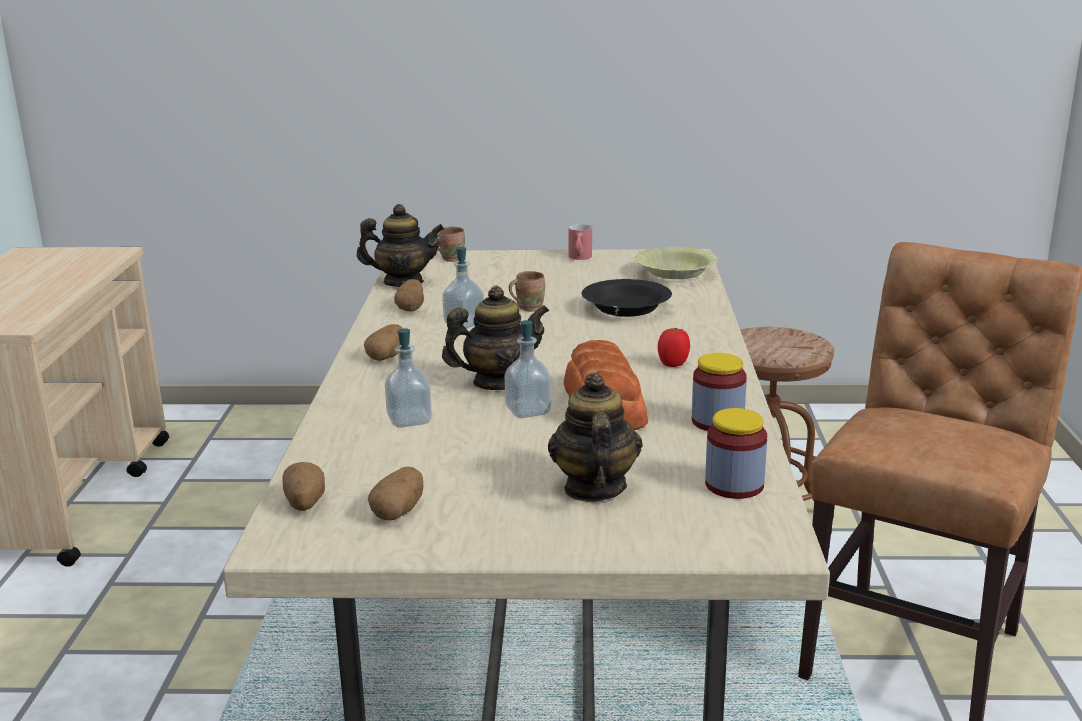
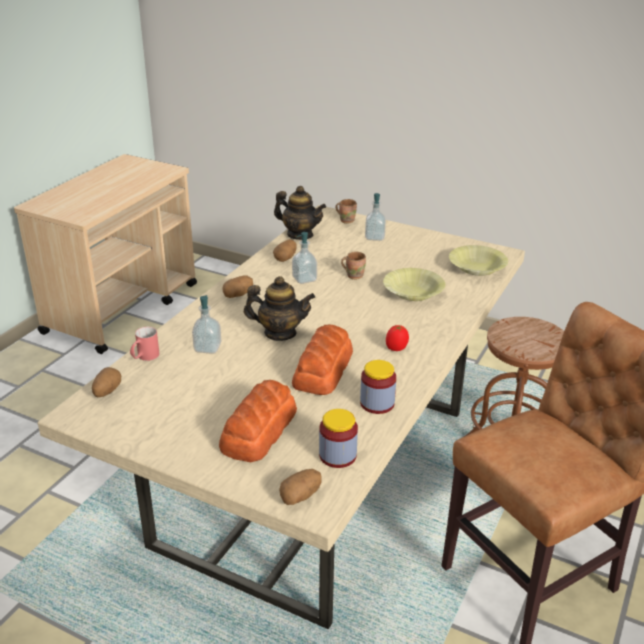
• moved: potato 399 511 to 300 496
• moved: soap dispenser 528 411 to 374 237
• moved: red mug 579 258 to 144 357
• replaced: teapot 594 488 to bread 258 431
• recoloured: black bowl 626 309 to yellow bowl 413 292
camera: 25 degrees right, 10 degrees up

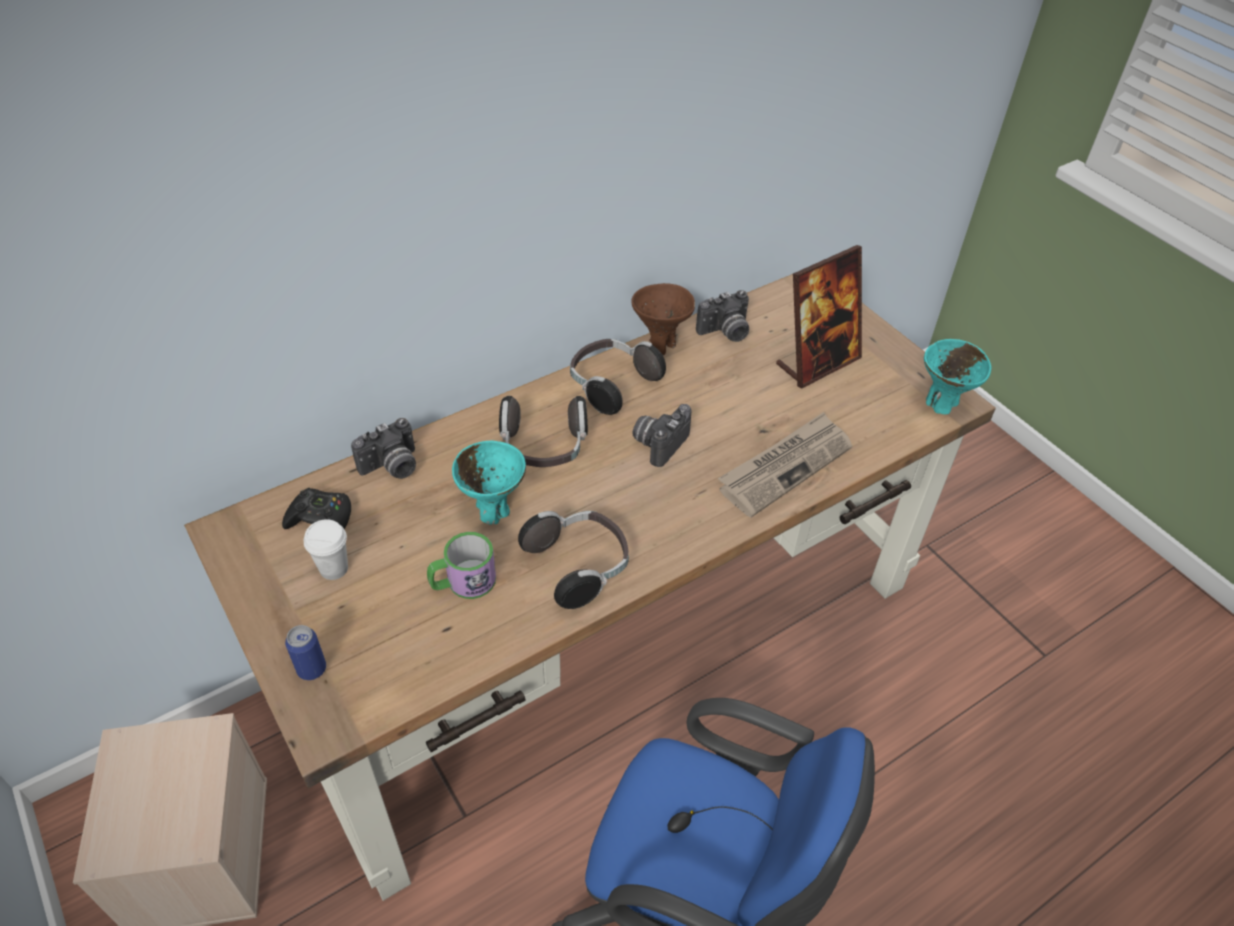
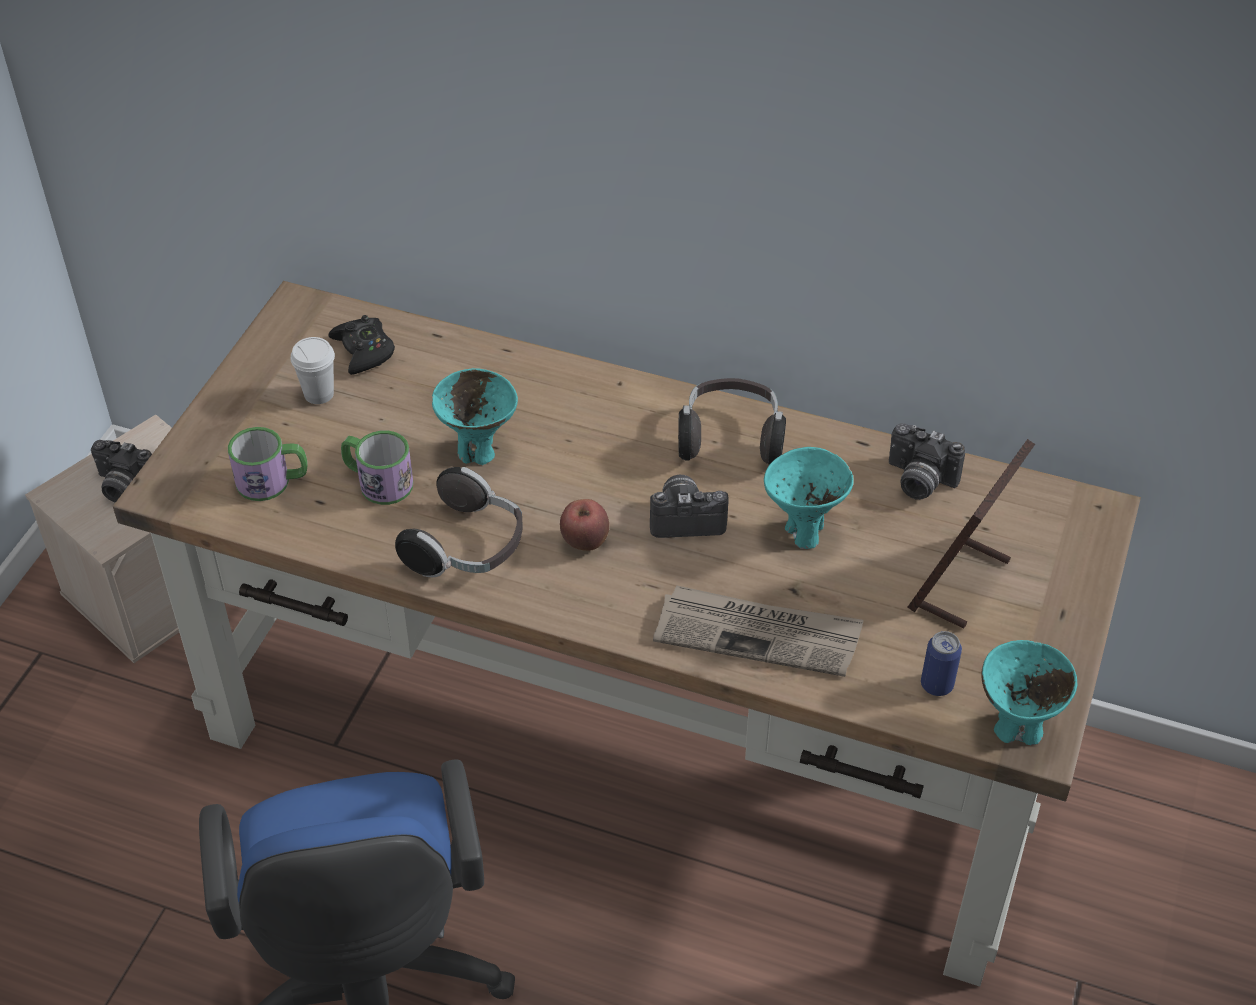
• removed: headphones 544 448
• removed: brown bowl 660 345
• added: mug 273 481
• added: apple 585 542
• added: turquoise bowl 804 531
• moved: can 312 669 to 936 685
• moved: photo camera 392 467 to 123 487
• turned: picture frame 817 362 = 959 583 105 degrees clockwise
camera: 55 degrees right, 0 degrees up

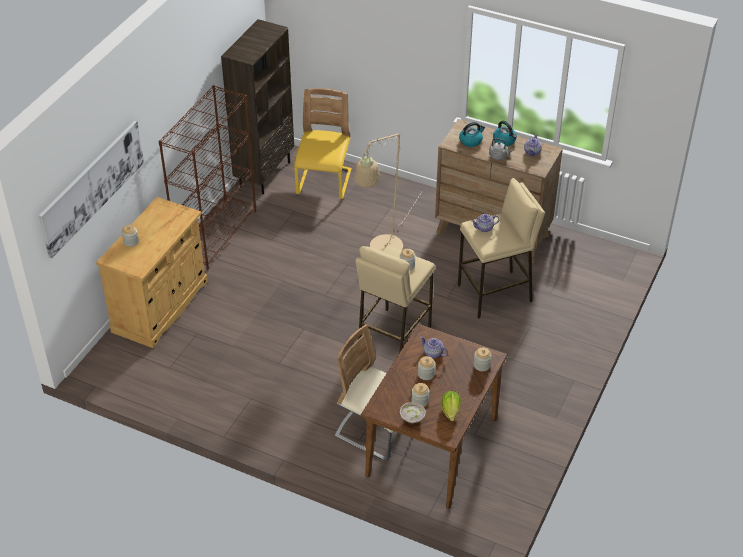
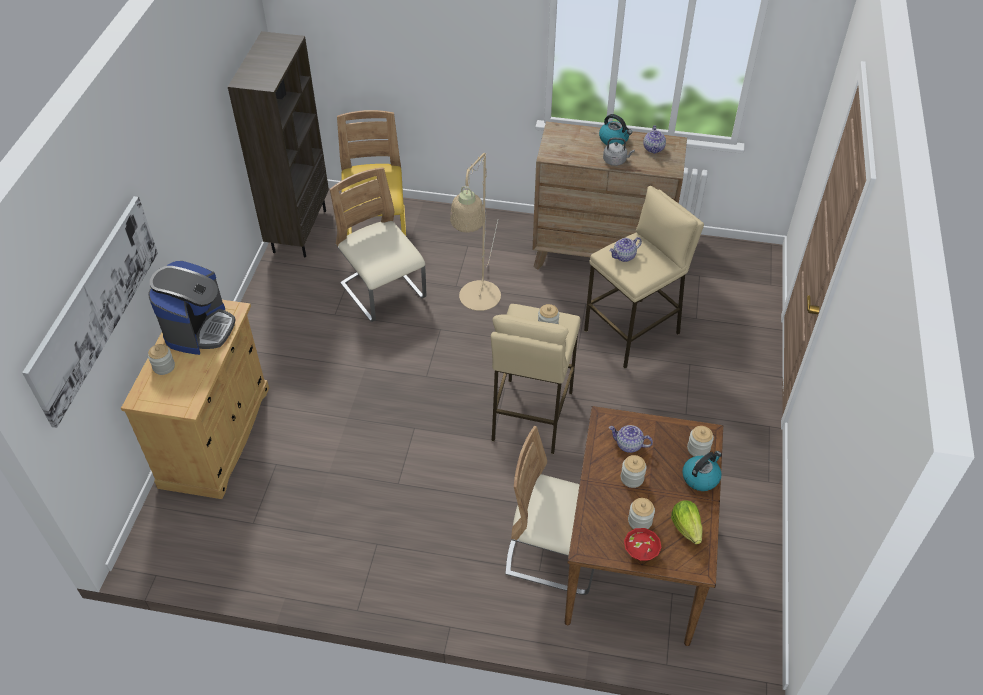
• removed: brown bookcase 216 234
• added: coffee machine 199 329
• added: beige chair 383 292
• moved: kettle 471 141 to 700 477
• recoloured: white bowl 412 420 to red bowl 641 553
camera: 15 degrees left, 5 degrees up

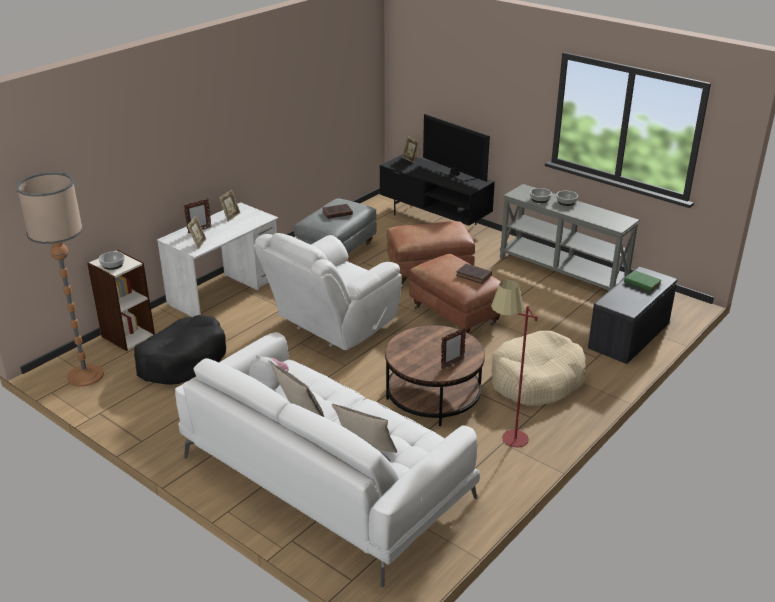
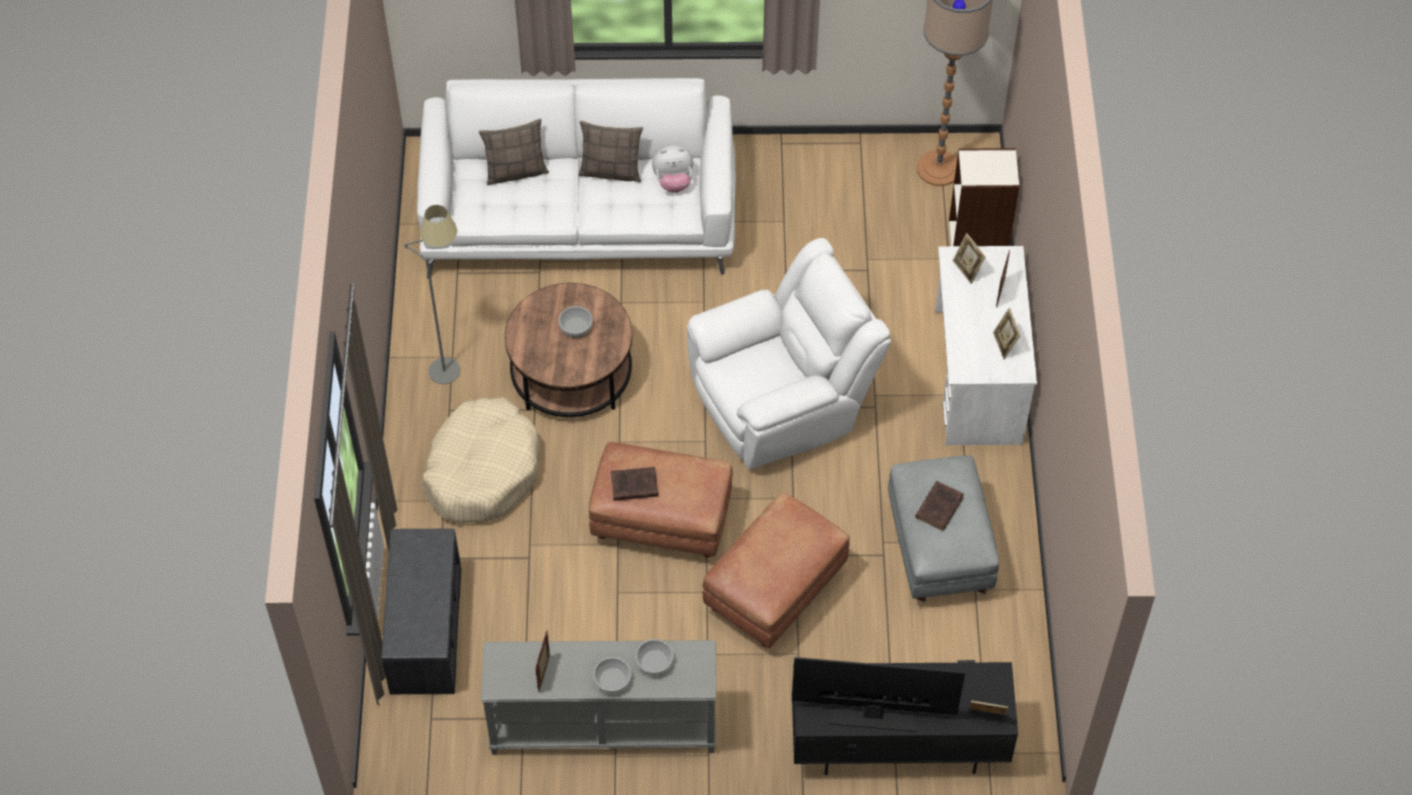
• removed: black dog bed 183 360
• removed: green book 641 282
• moved: bowl 112 265 to 575 326
• moved: picture frame 452 364 to 544 673
• recoloured: red floor lamp 505 442 to grey floor lamp 449 359
• turned: white armchair 331 327 = 782 402 60 degrees clockwise
camera: 140 degrees right, 25 degrees up

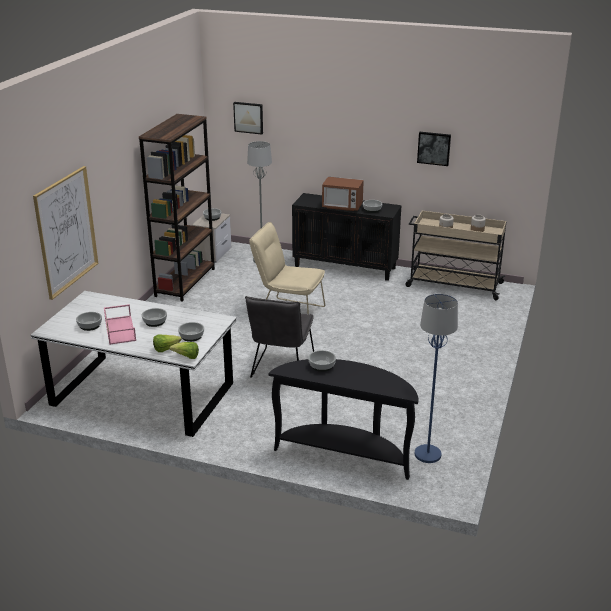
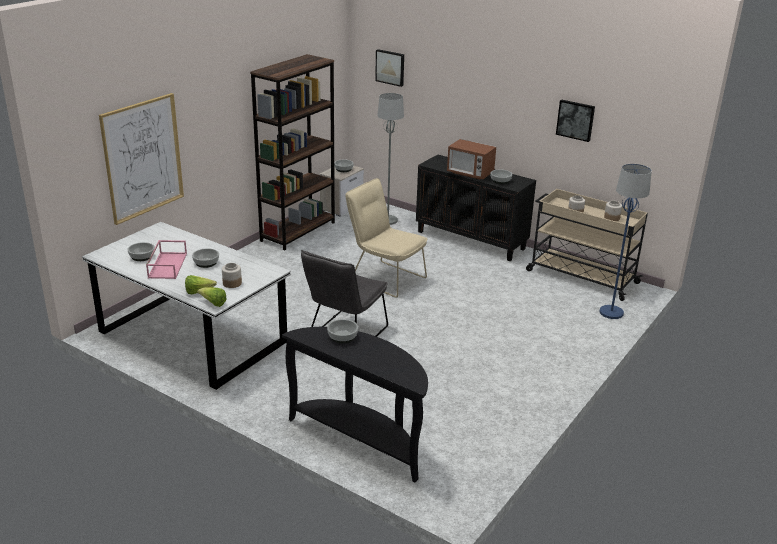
• moved: blue floor lamp 428 454 to 611 313
• replaced: bowl 191 336 to jar 232 283
camera: 15 degrees right, 0 degrees up

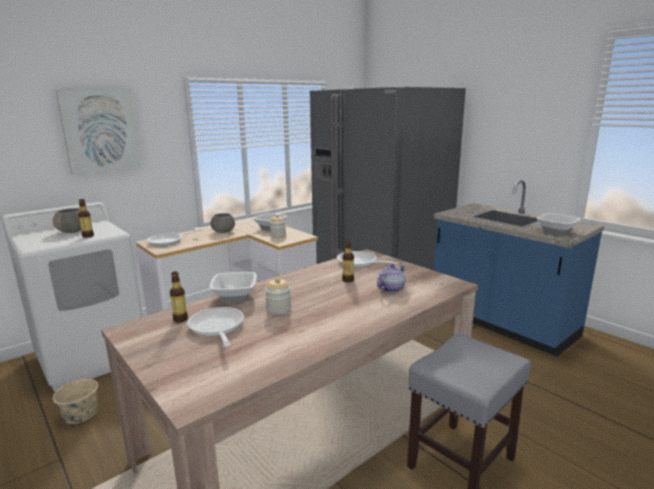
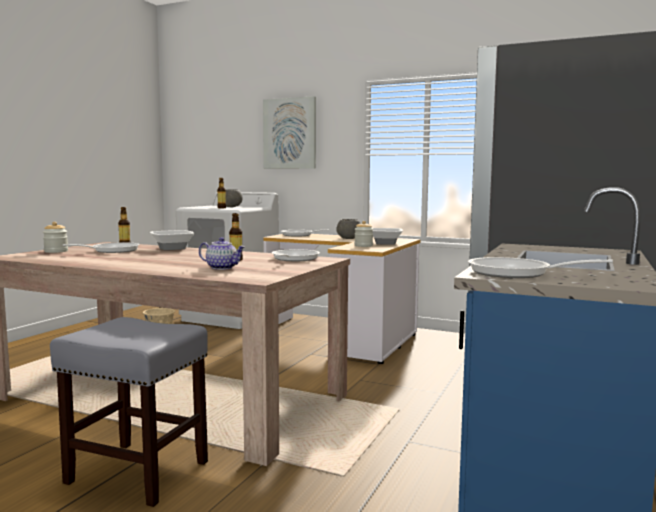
• moved: jar 278 309 to 56 251
• replaced: bowl 557 232 to frying pan 516 273
camera: 65 degrees right, 10 degrees down

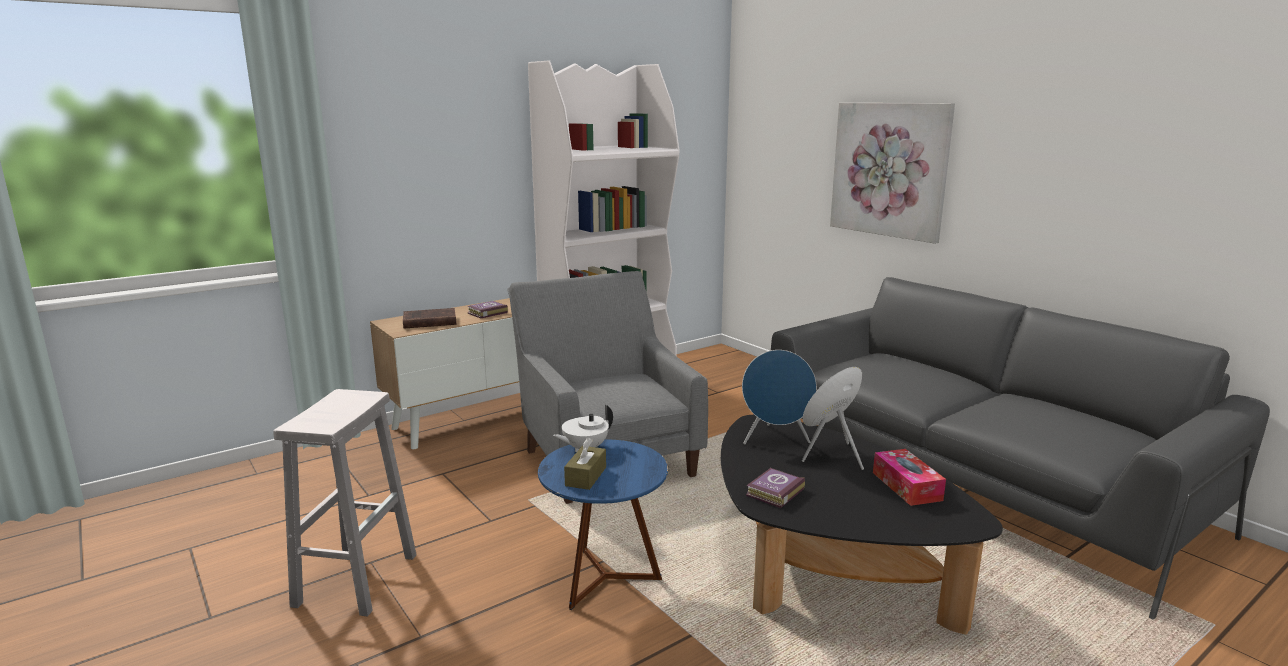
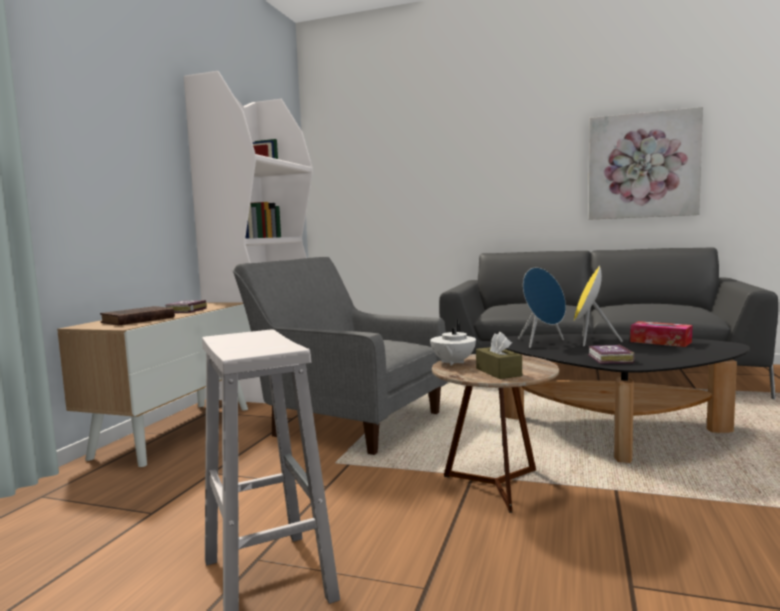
• moved: picture 889 170 to 642 165
• recoloured: blue side table 605 578 to brown side table 495 485
camera: 35 degrees left, 10 degrees down

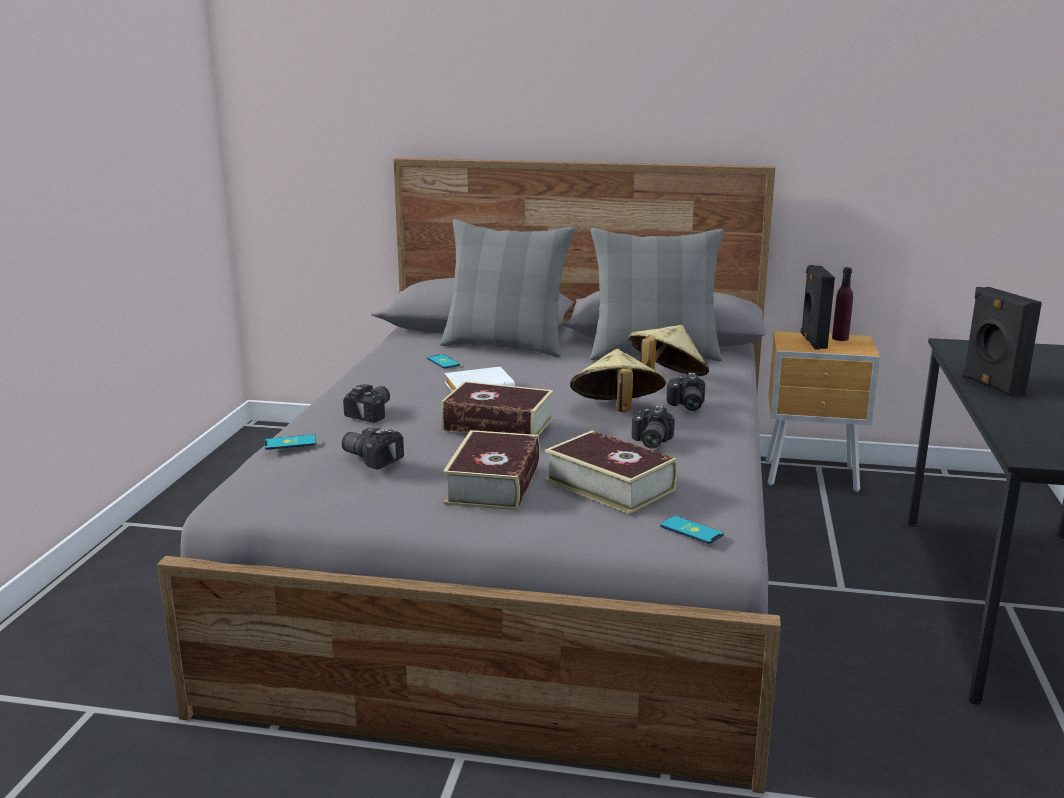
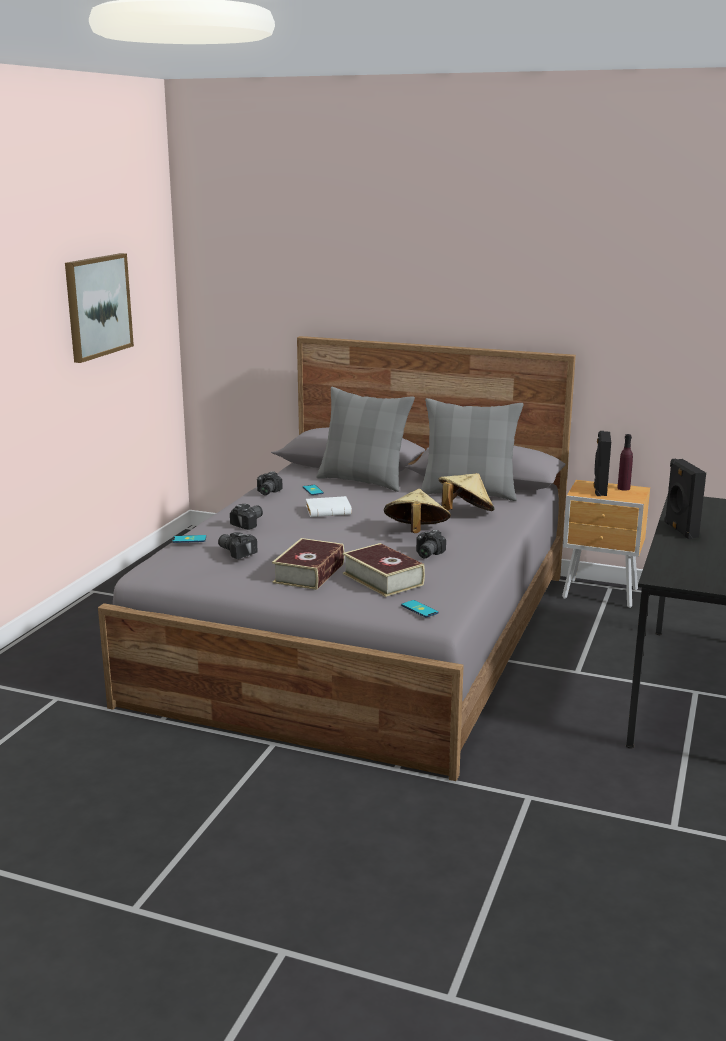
• removed: book 498 424
• added: picture 97 306
• moved: photo camera 685 406 to 266 492
camera: 10 degrees right, 0 degrees up

